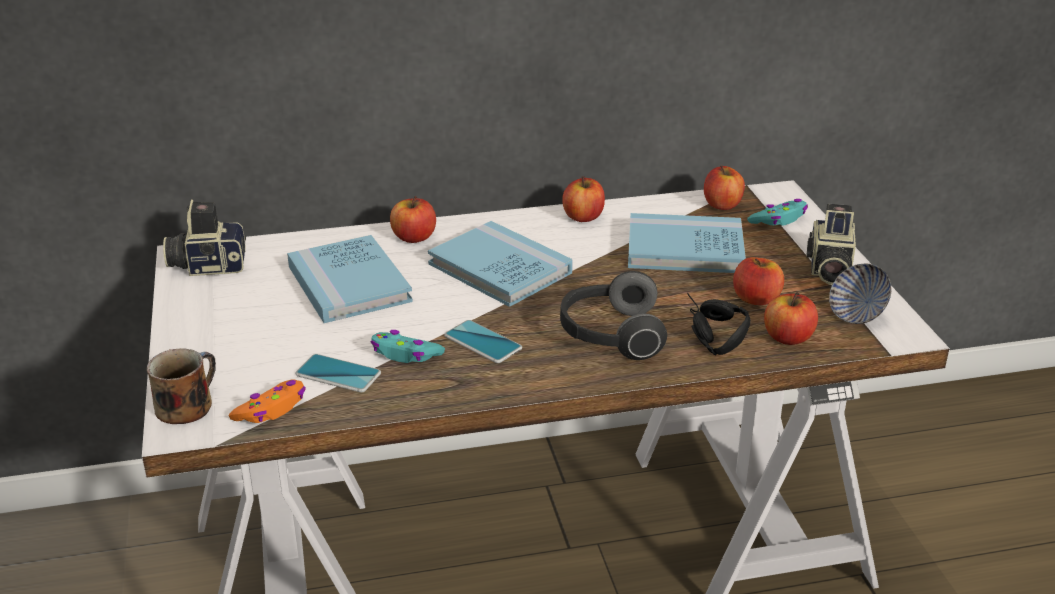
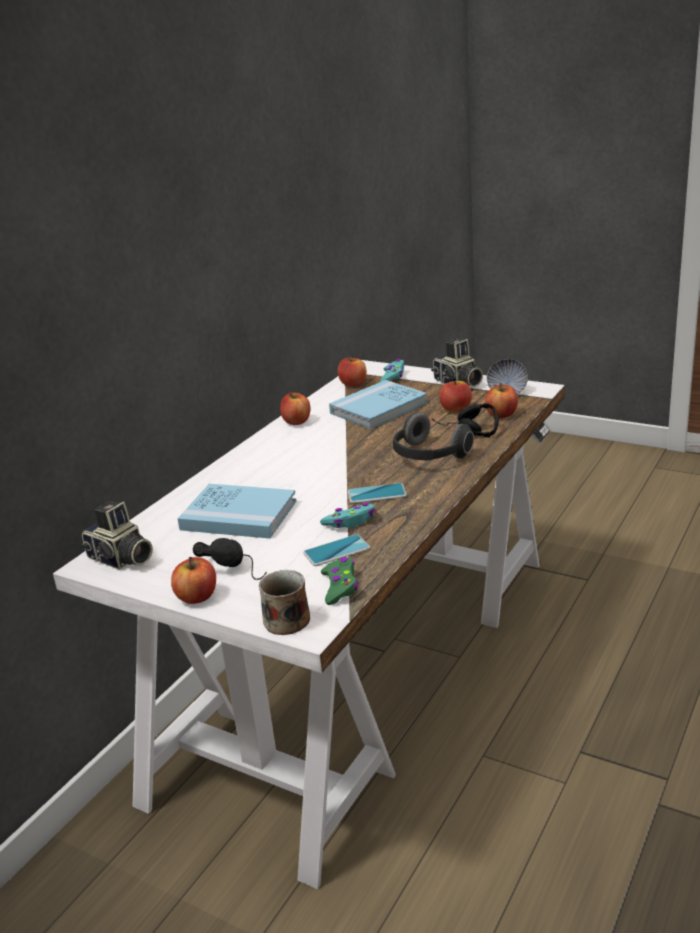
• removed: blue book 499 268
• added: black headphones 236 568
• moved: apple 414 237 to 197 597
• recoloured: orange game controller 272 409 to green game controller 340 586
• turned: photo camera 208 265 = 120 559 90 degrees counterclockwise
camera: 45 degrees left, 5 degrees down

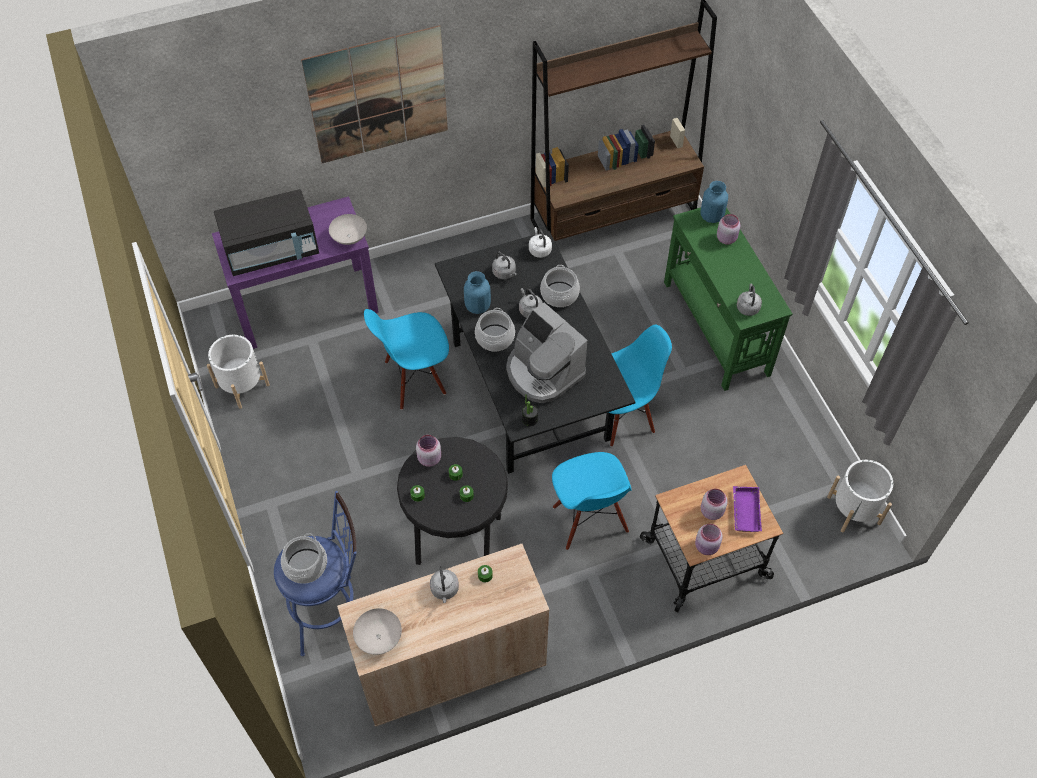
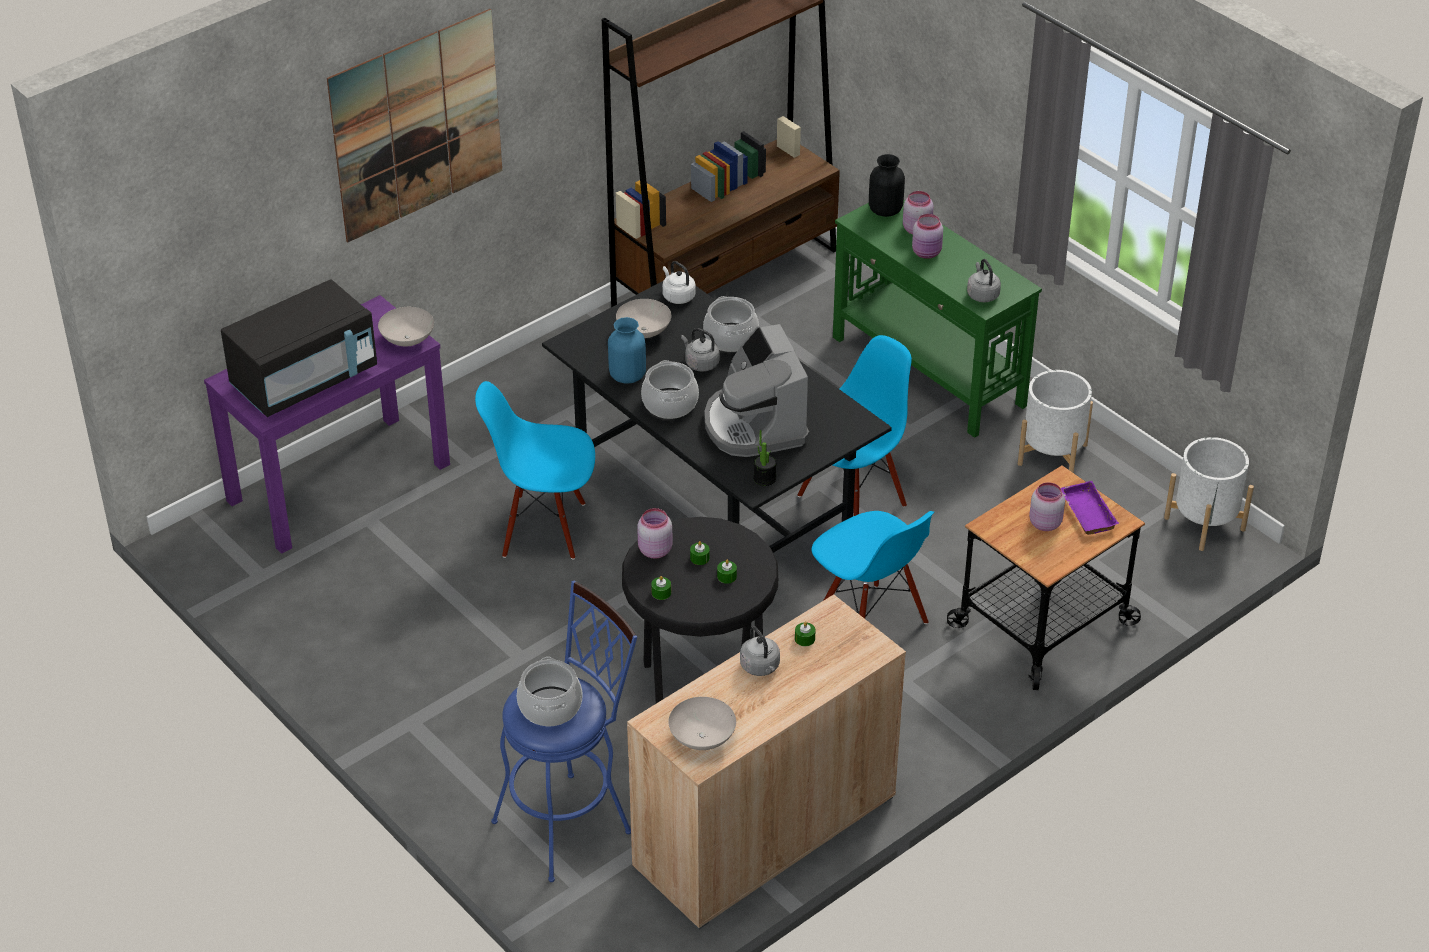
• moved: white planter 242 386 to 1052 454
• moved: pink jar 707 547 to 927 253
• replaced: grey kettle 505 273 to white bowl 645 332
• recoloured: blue vase 711 216 to black vase 885 210
• turned: blue chair 414 379 = 543 528 45 degrees clockwise
• turned: coffee machine 543 372 = 754 425 45 degrees clockwise
camera: 20 degrees left, 15 degrees down

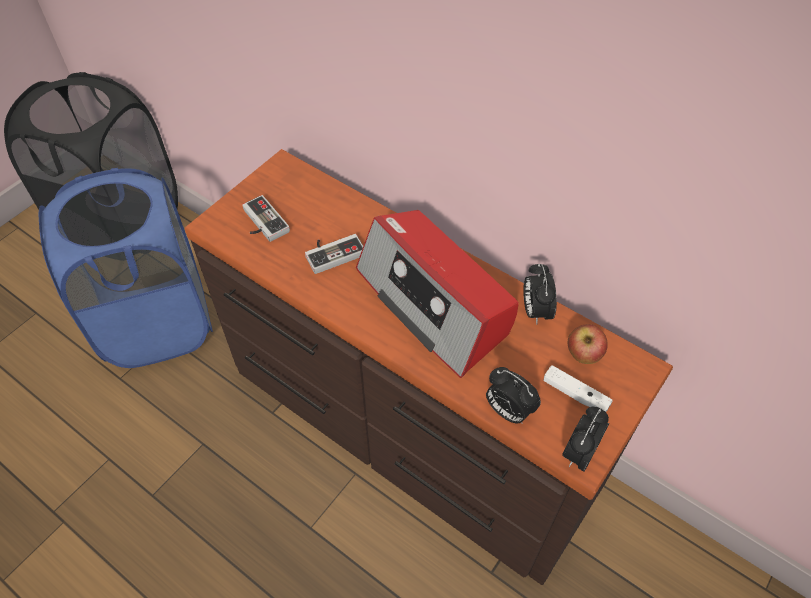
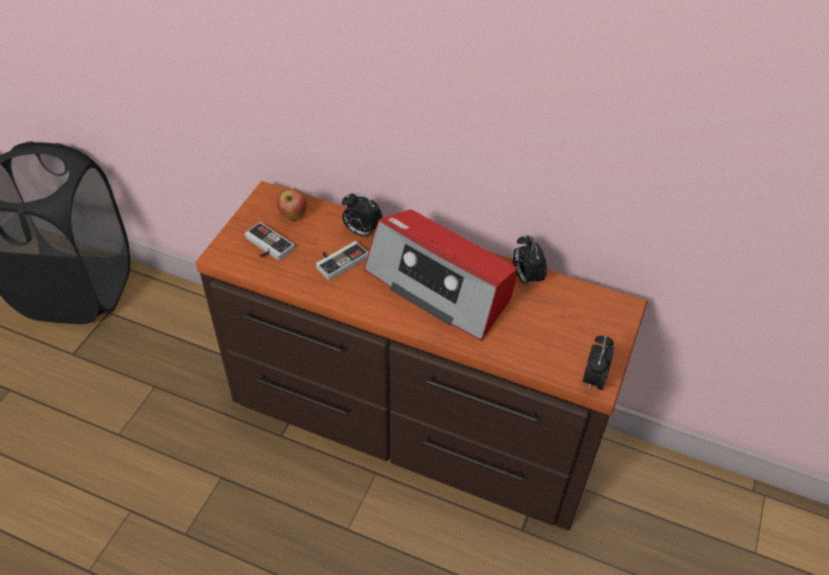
• removed: blue laundry basket 157 323
• removed: white game controller 575 394
• moved: alarm clock 508 411 to 361 232
• moved: apple 583 356 to 293 216
camera: 15 degrees left, 5 degrees down

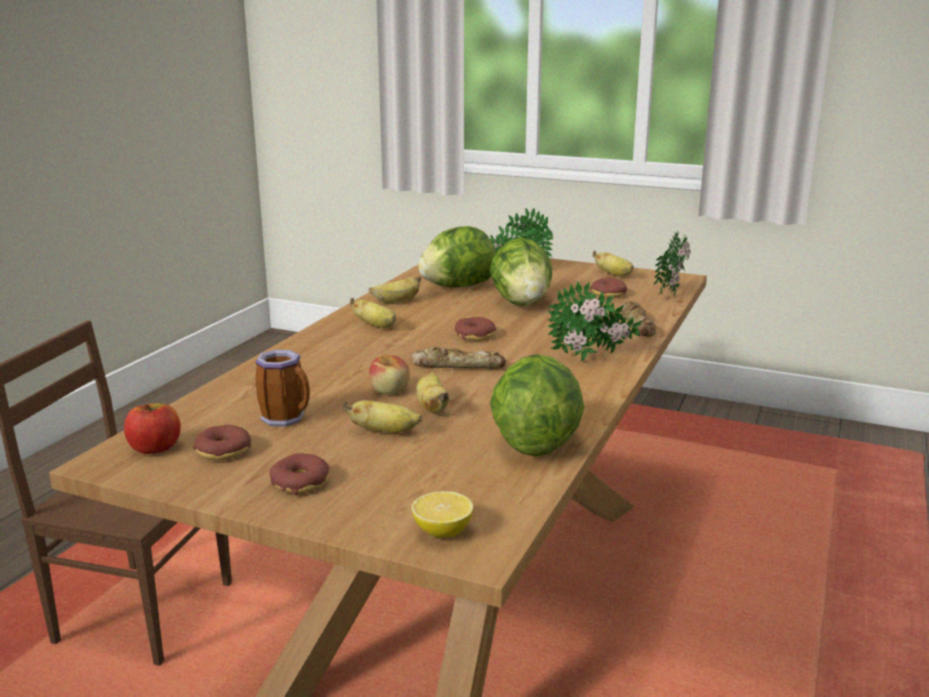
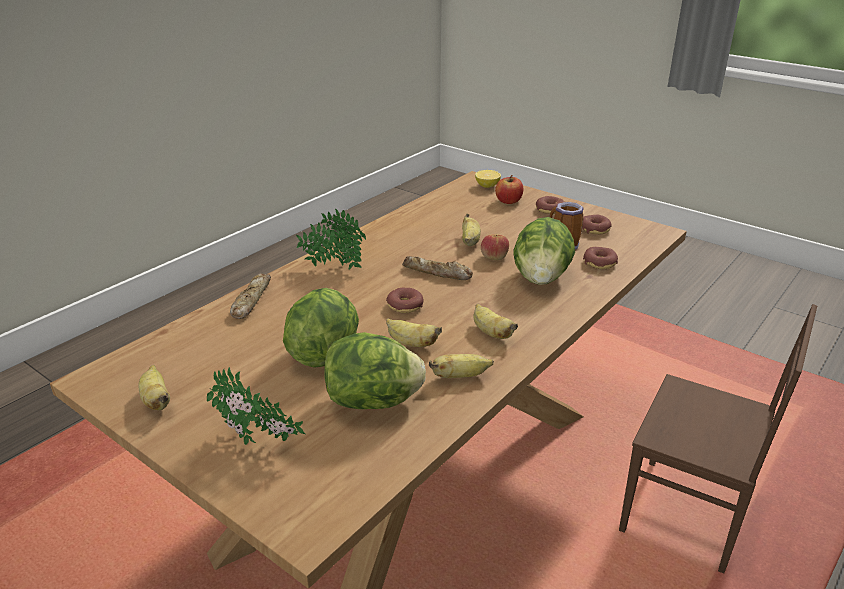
• removed: potted plant 671 293
• moved: apple 155 448 to 508 201
• moved: banana 385 432 to 411 343
• moved: lettuce 534 442 to 541 278
• moved: donut 608 294 to 599 263
camera: 165 degrees left, 10 degrees up

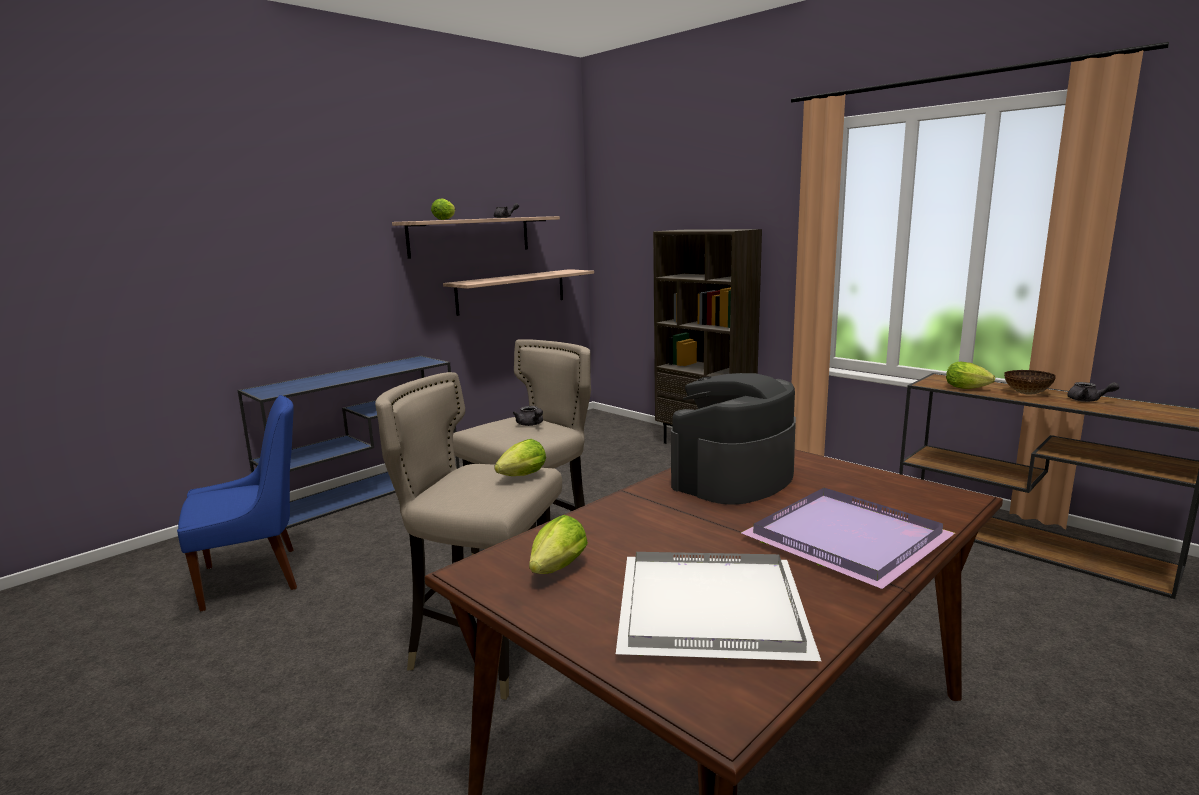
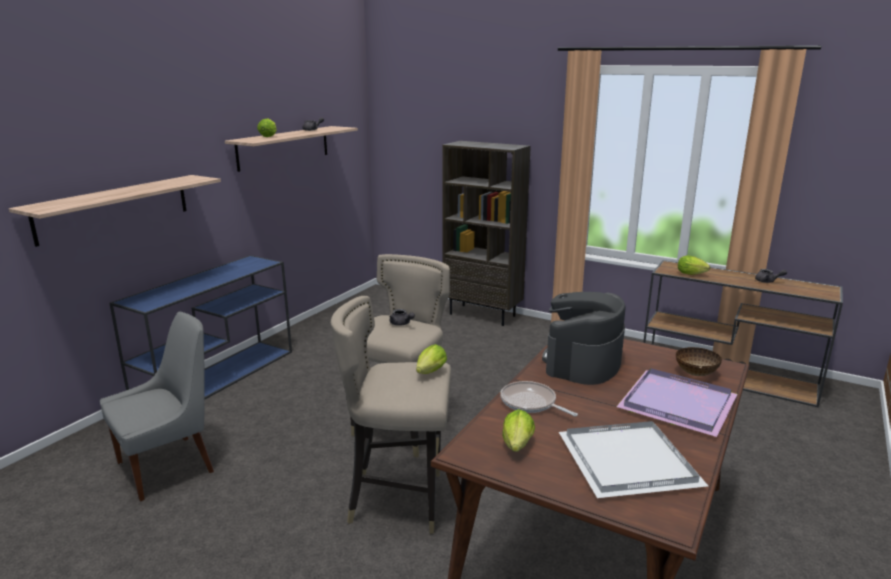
• added: frying pan 530 403
• moved: shelf 512 291 to 114 208
• moved: bowl 1026 393 to 695 373
• recoloured: blue chair 256 577 to grey chair 170 465
camera: 15 degrees left, 5 degrees up

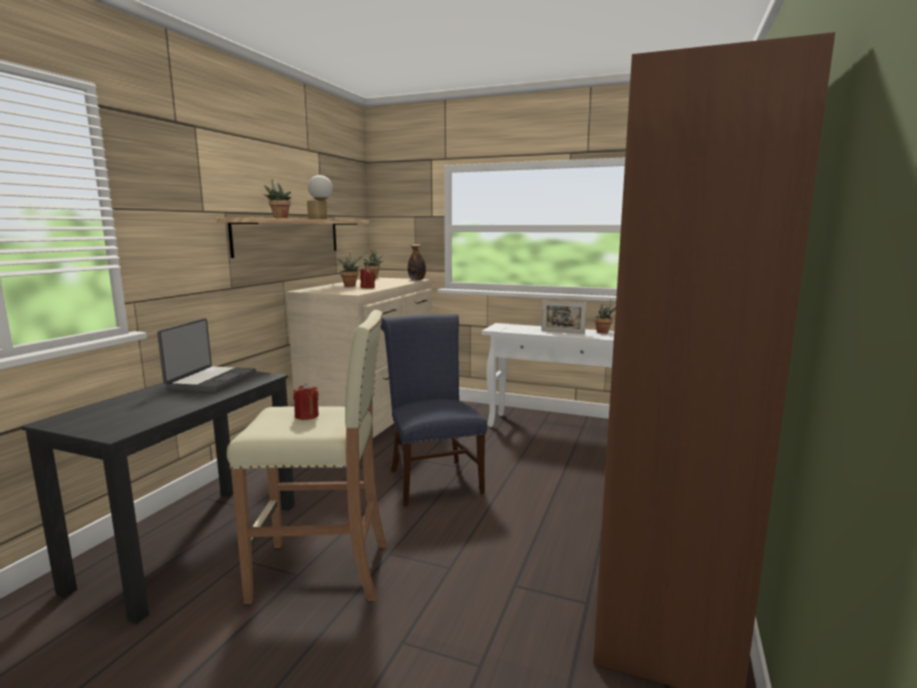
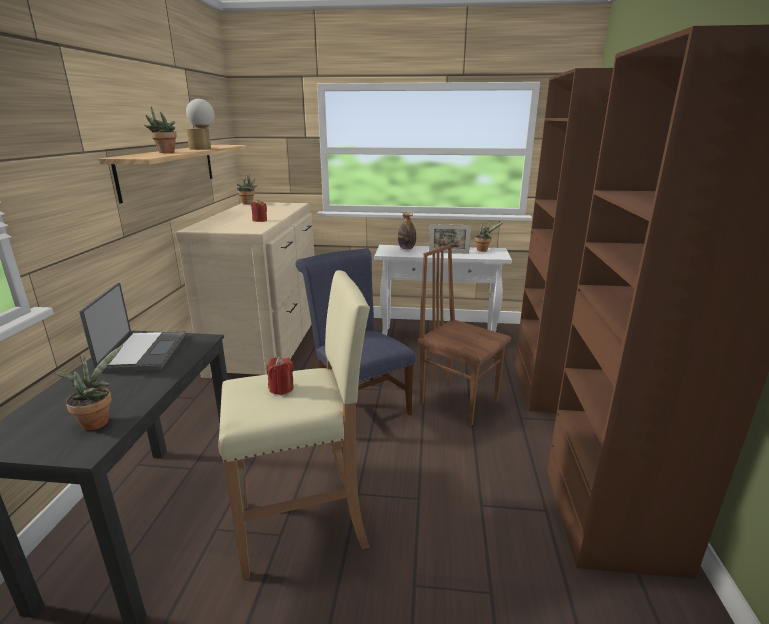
• added: brown chair 458 401
• moved: potted plant 350 286 to 98 421
• moved: bottle 417 280 to 406 248
camera: 15 degrees left, 10 degrees up

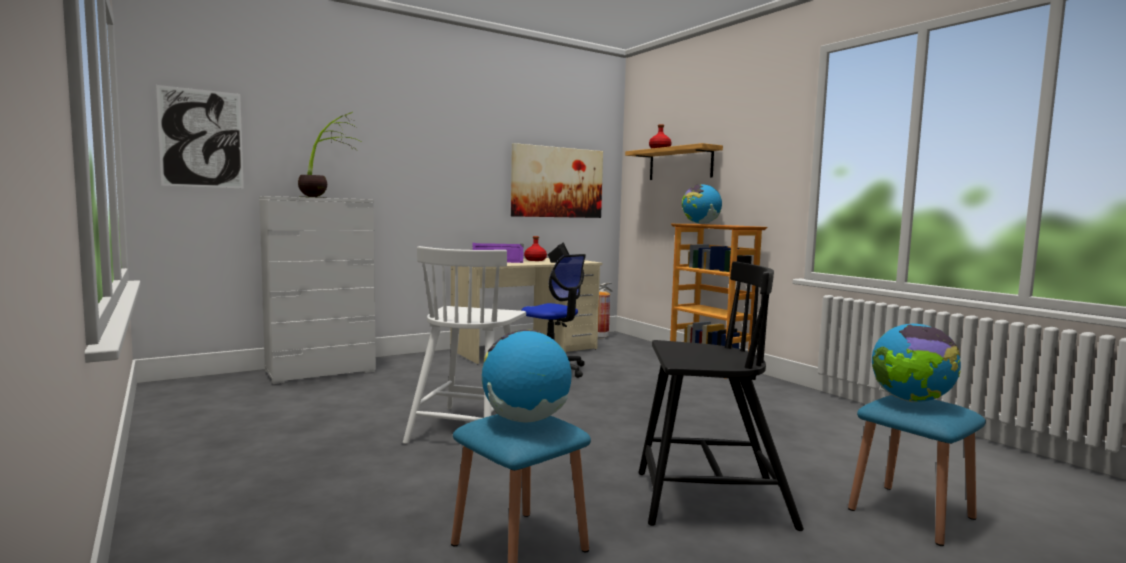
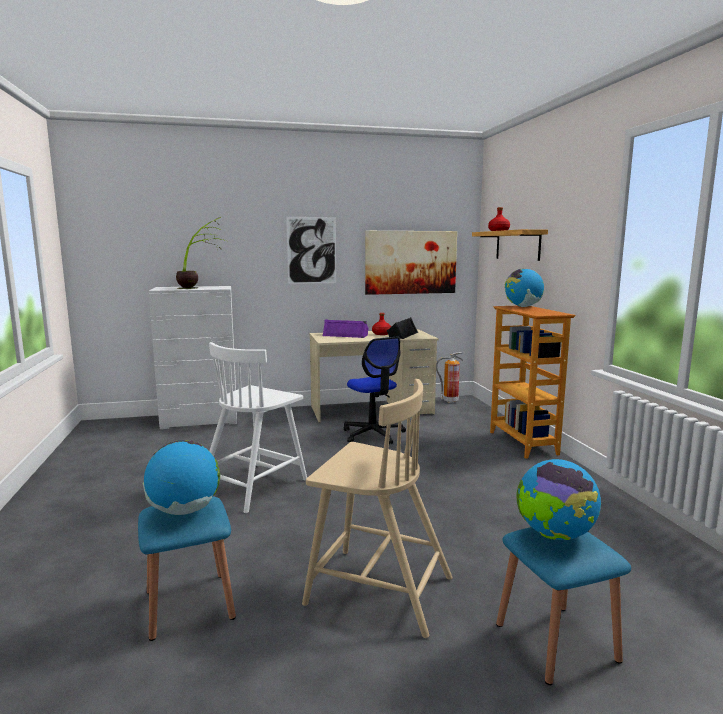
• moved: picture 201 138 to 311 250
• recoloured: black chair 709 500 to beige chair 377 589
camera: 20 degrees right, 5 degrees up

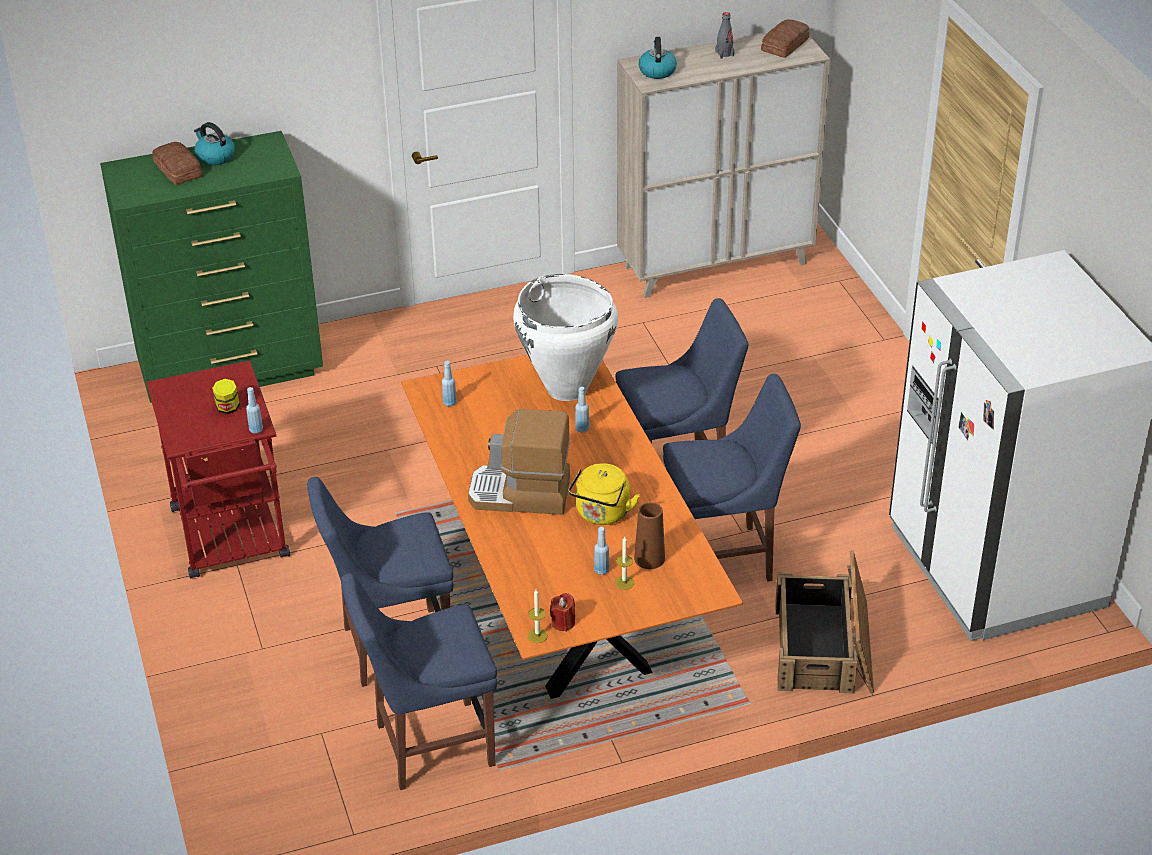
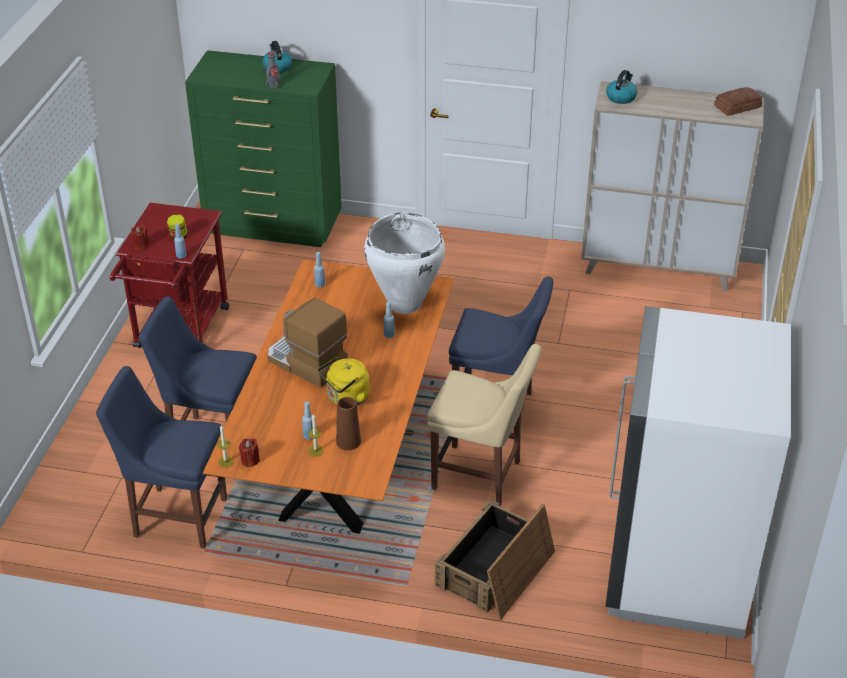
• removed: bread 177 170
• added: red candle 141 245
• moved: grey bottle 724 54 to 273 85
• recoloured: blue chair 725 558 to beige chair 481 476
camera: 30 degrees right, 0 degrees up

